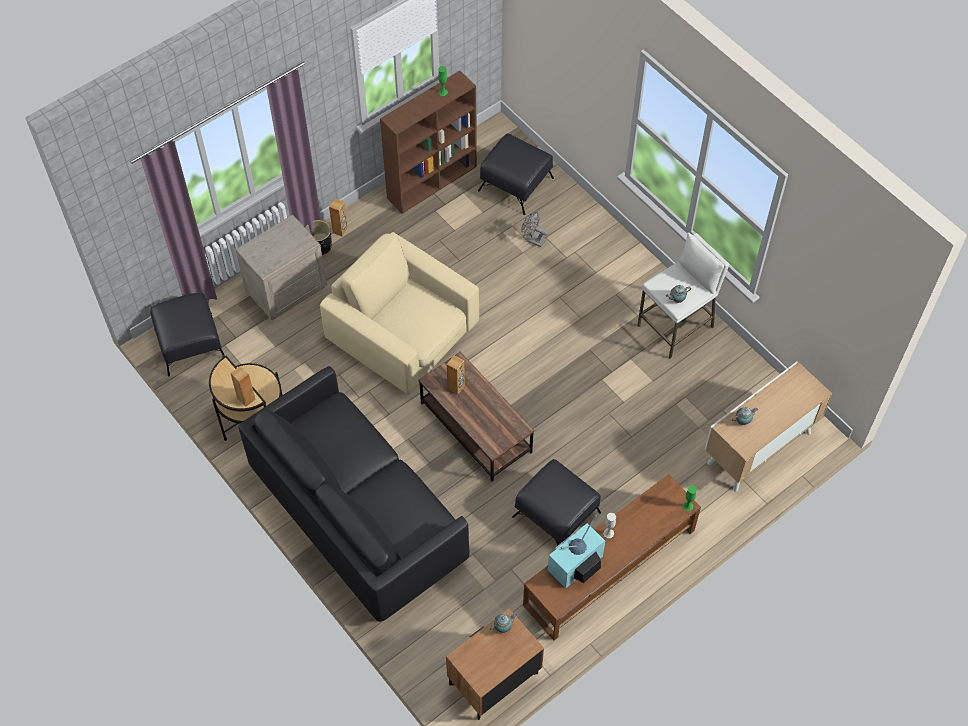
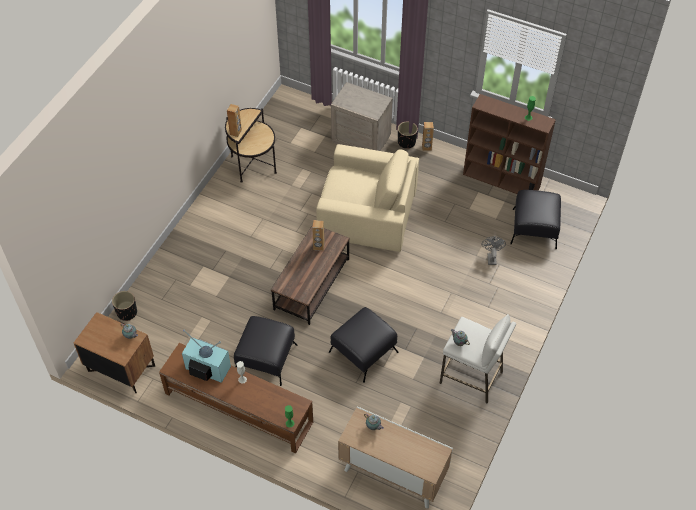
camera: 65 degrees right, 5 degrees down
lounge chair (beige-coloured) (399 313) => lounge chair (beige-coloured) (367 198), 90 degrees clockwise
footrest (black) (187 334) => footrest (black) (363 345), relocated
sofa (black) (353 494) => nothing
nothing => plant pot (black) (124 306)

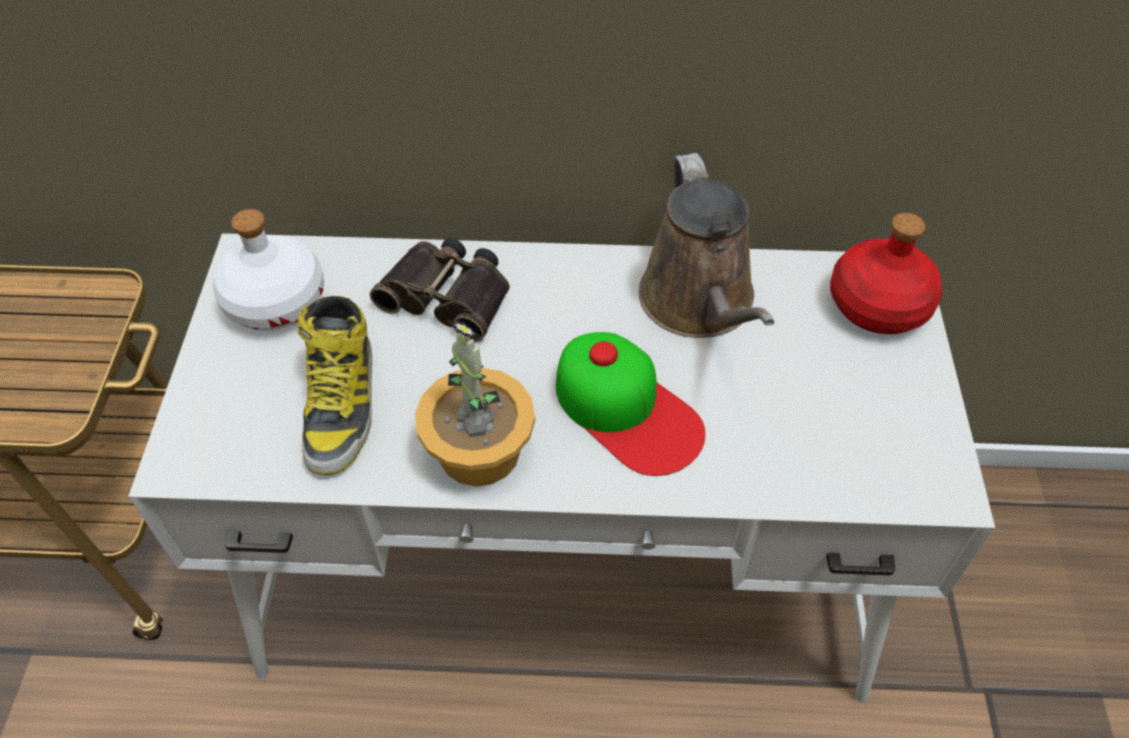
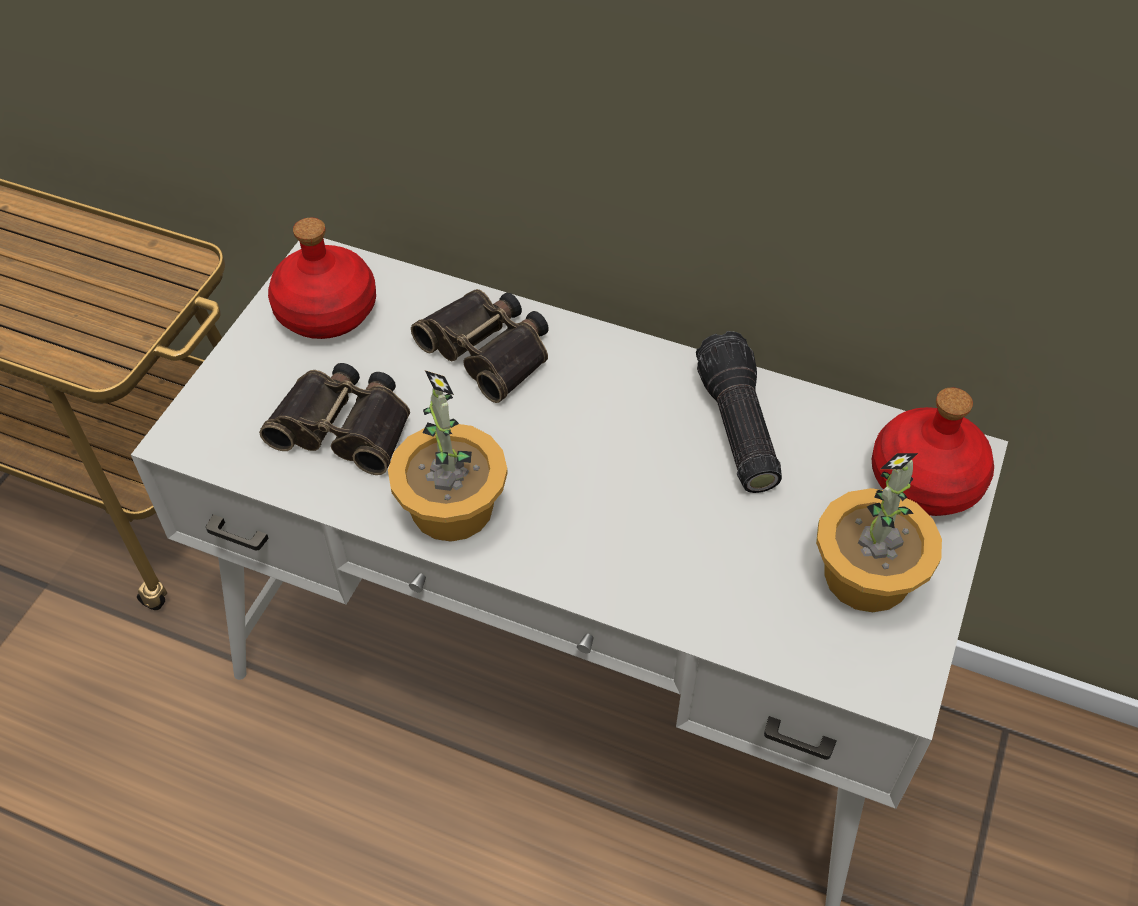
camera: 20 degrees right, 0 degrees up
sprinkling can (brownish) (706 245) => torch (739 412)
drink bottle (whitish) (268 269) => drink bottle (red-coloured) (322 278)
tall boot (335 385) => pair of binoculars (334 419)
cap (630 404) => nothing
nothing => potted plant (879 532)

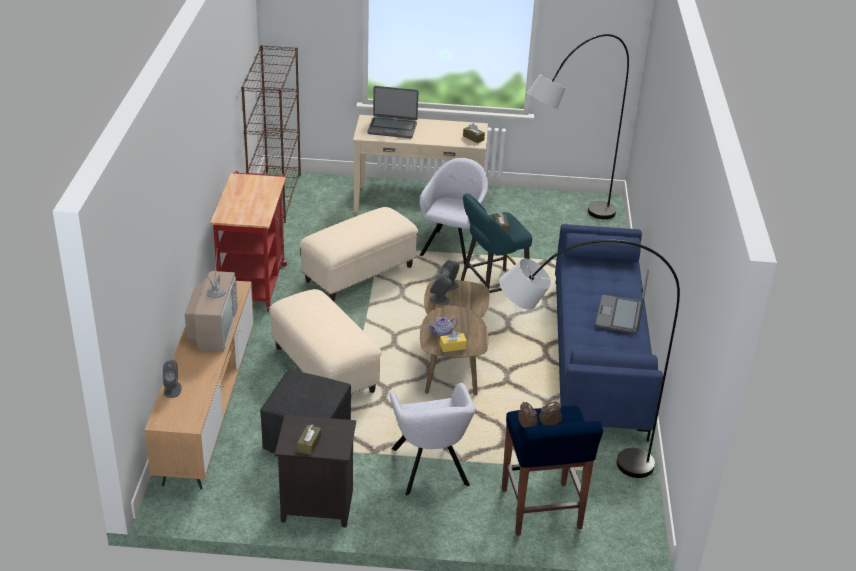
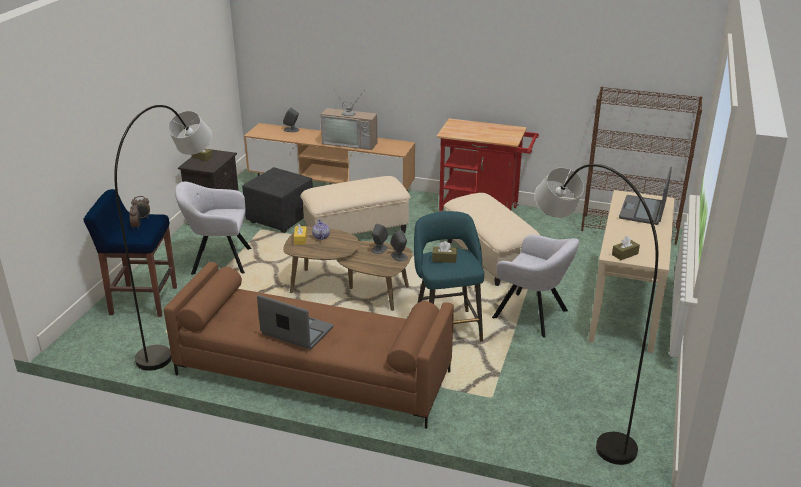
camera: 105 degrees right, 5 degrees down
sofa (bluish) (609 333) => sofa (brownish) (309 345)

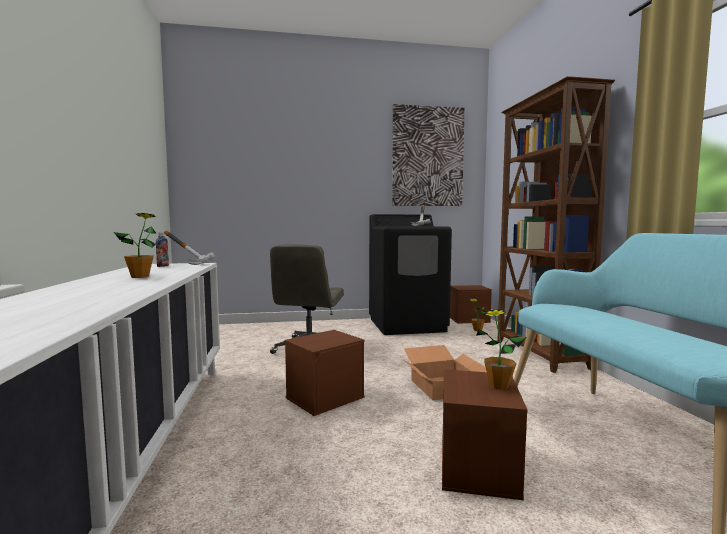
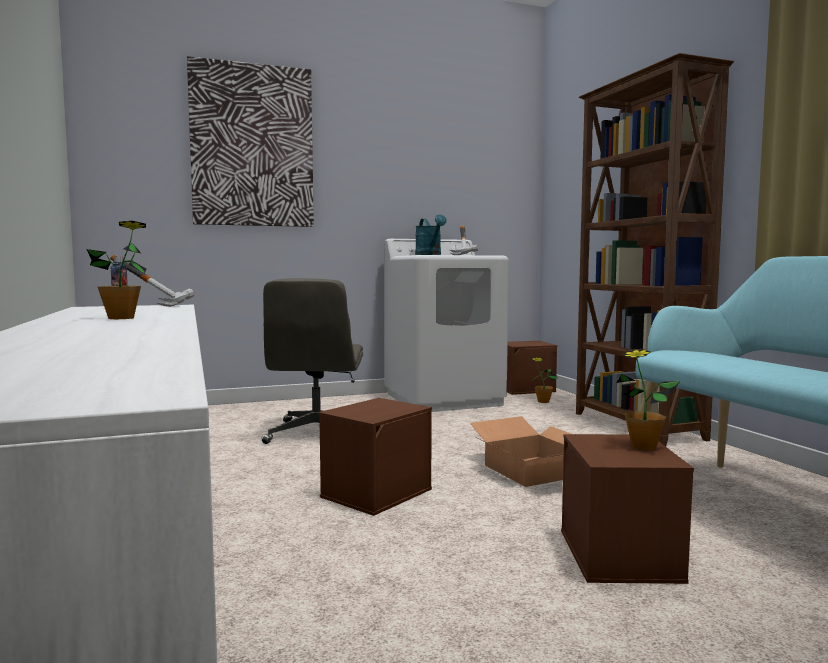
camera: 10 degrees left, 0 degrees up
wall picture (428 155) => wall picture (250 141), relocated
laundry appliance (black) (410 274) => laundry appliance (whitish) (446 325)
nothing => sprinkling can (blue-green) (431 235)

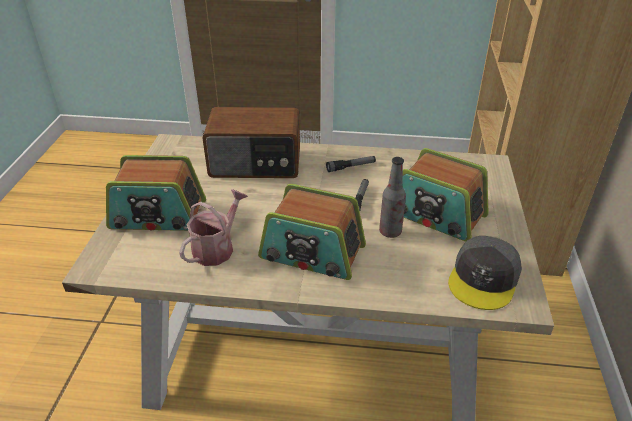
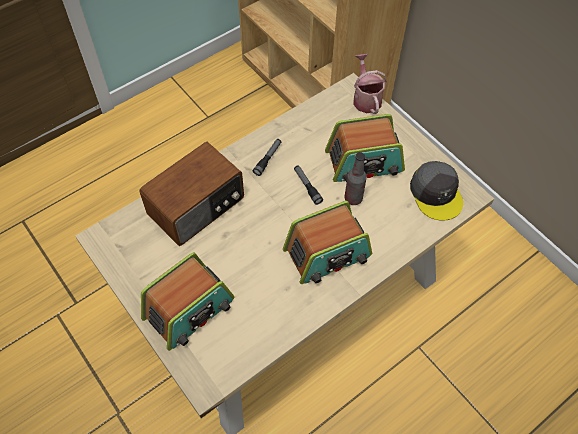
camera: 45 degrees left, 20 degrees up
sprinkling can (213 227) => sprinkling can (370 84), relocated

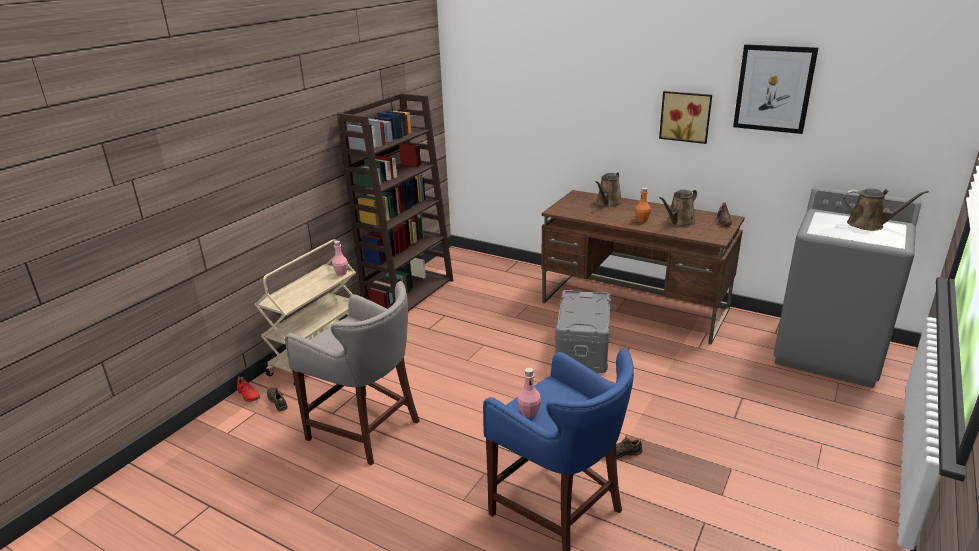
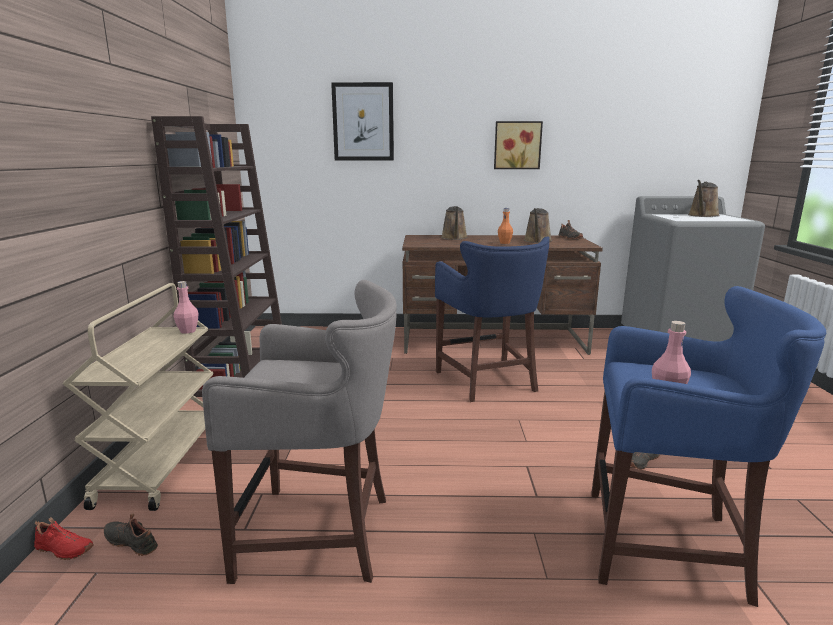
camera: 30 degrees left, 10 degrees down
wall picture (775 89) => wall picture (362 121), relocated
sprinkling can (brownish) (886 210) => sprinkling can (brownish) (704 198), 135 degrees clockwise
storage container (gray) (583 331) => stool seat (bluish) (492 319)

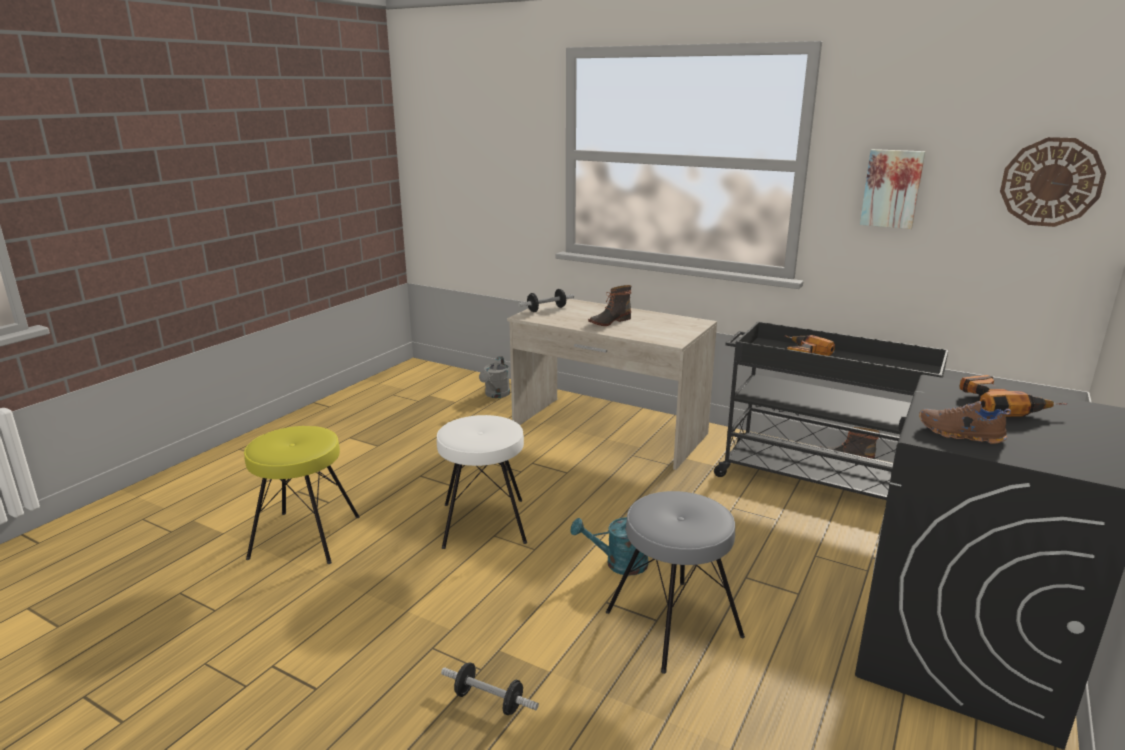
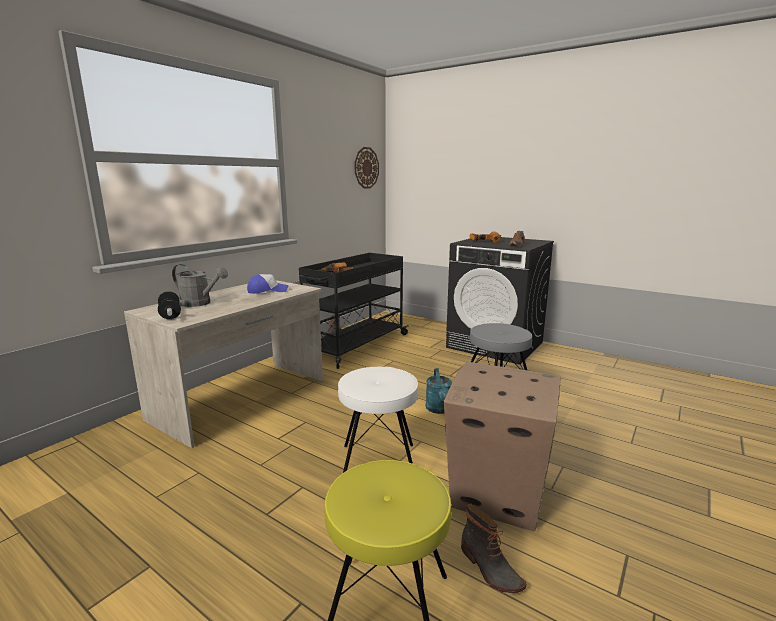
camera: 85 degrees left, 5 degrees down
wall picture (892 189) => nothing
tall boot (610 305) => tall boot (493 548), relocated
sprinkling can (gray) (494 377) => sprinkling can (gray) (200 285), relocated
hand weight (490 688) => nothing
nothing => cap (268 284)
nothing => packing box (502 446)

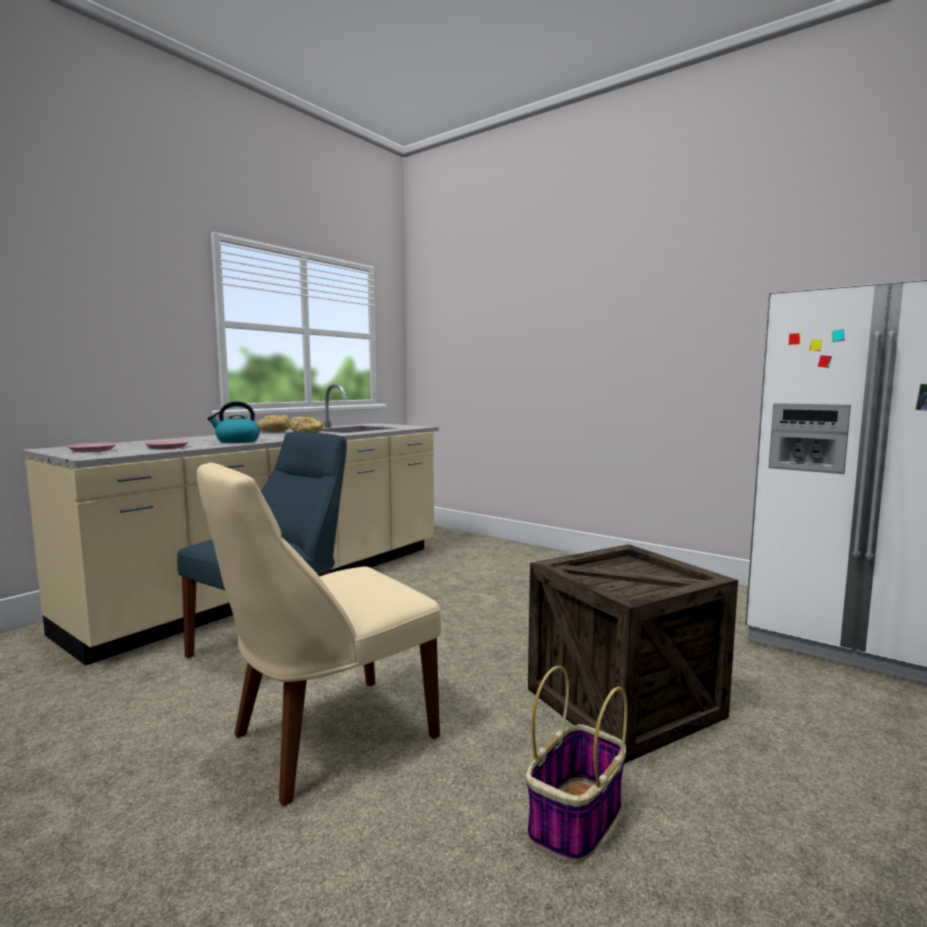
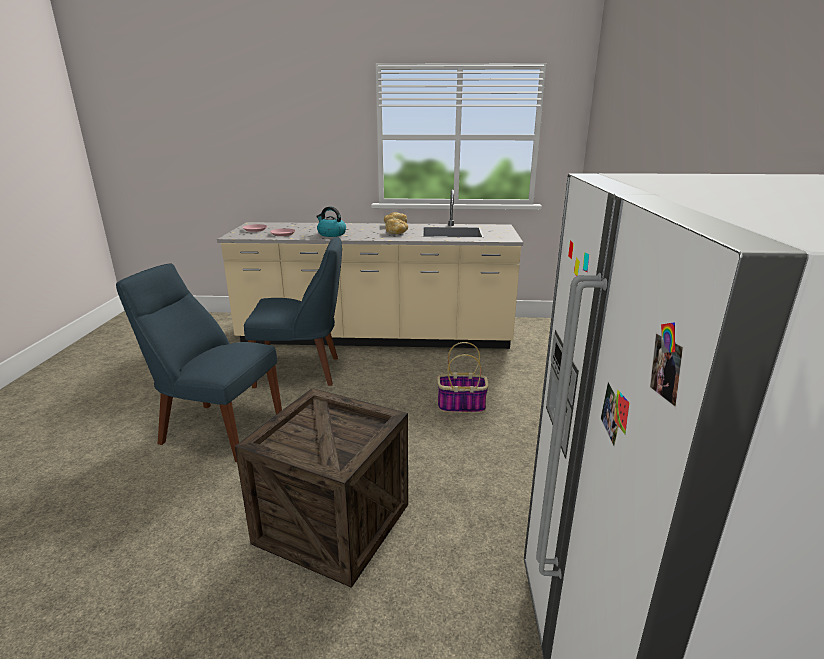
camera: 55 degrees right, 15 degrees up
plain chair (beige-coloured) (319 634) => plain chair (bluish) (199 363)
storage basket (577 764) => storage basket (462 377), relocated

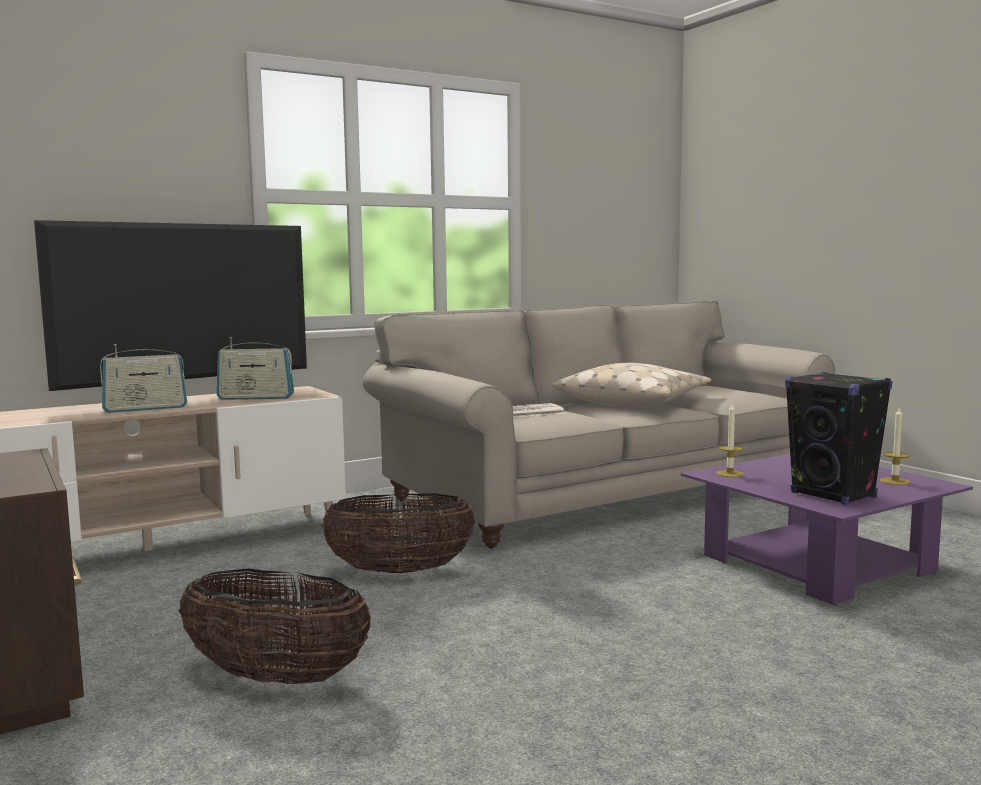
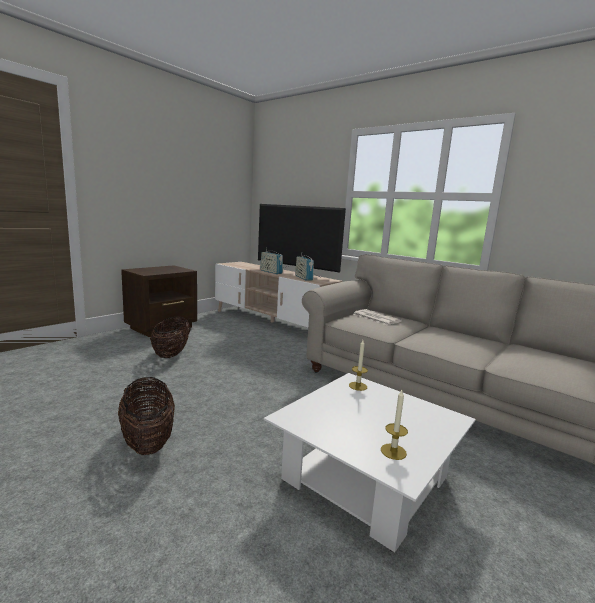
camera: 70 degrees right, 5 degrees up
pillow (beige-coloured) (631 385) => nothing
audio speaker (black) (838 438) => nothing
low table (purplish) (827 529) => low table (whitish) (370 462)
storage basket (398 533) => storage basket (146 416), relocated

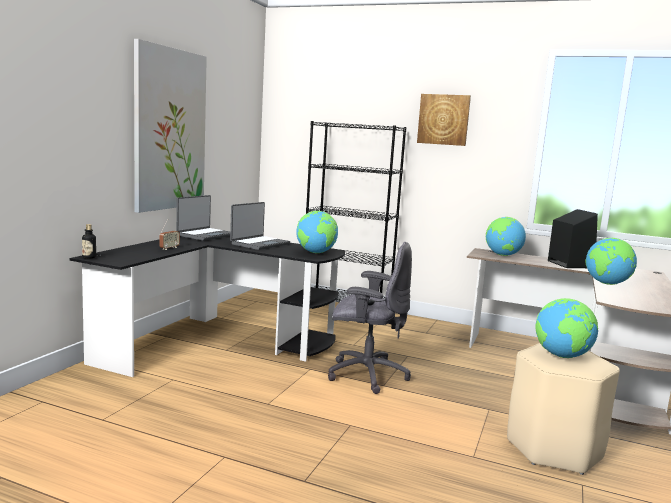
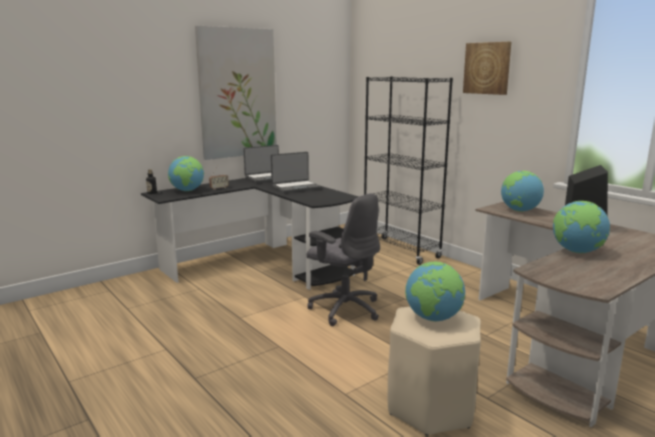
camera: 30 degrees right, 5 degrees up
desk globe (317 232) => desk globe (186 173), relocated

